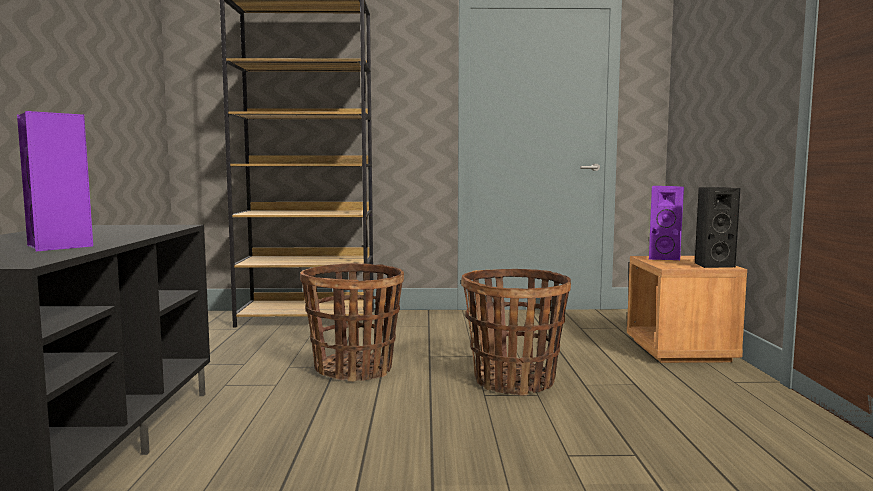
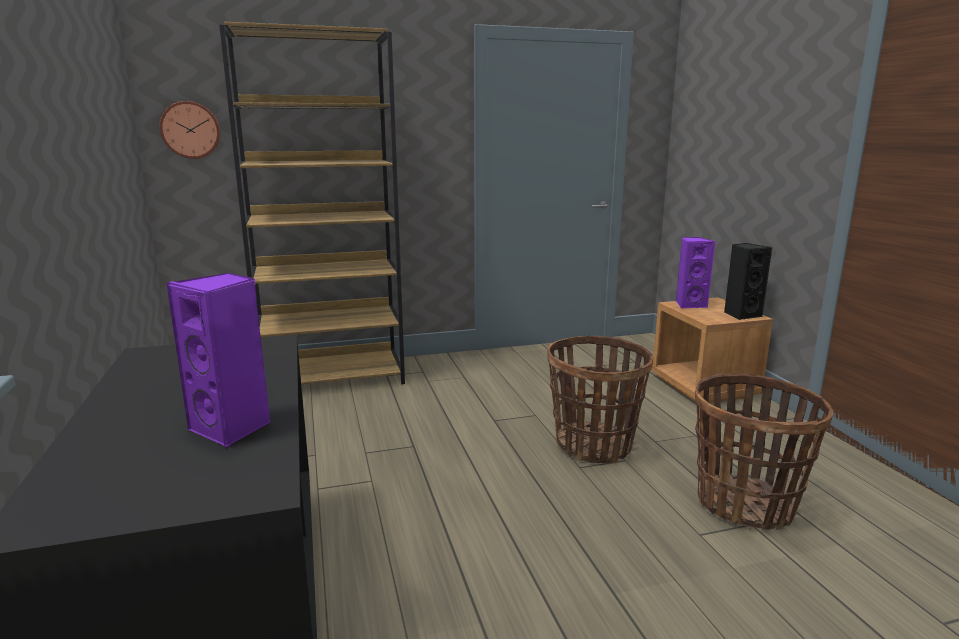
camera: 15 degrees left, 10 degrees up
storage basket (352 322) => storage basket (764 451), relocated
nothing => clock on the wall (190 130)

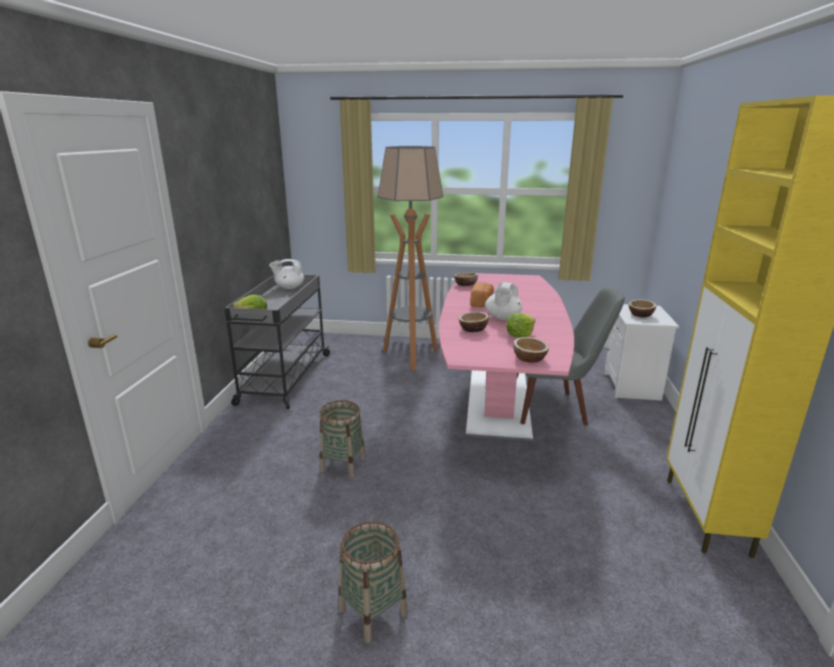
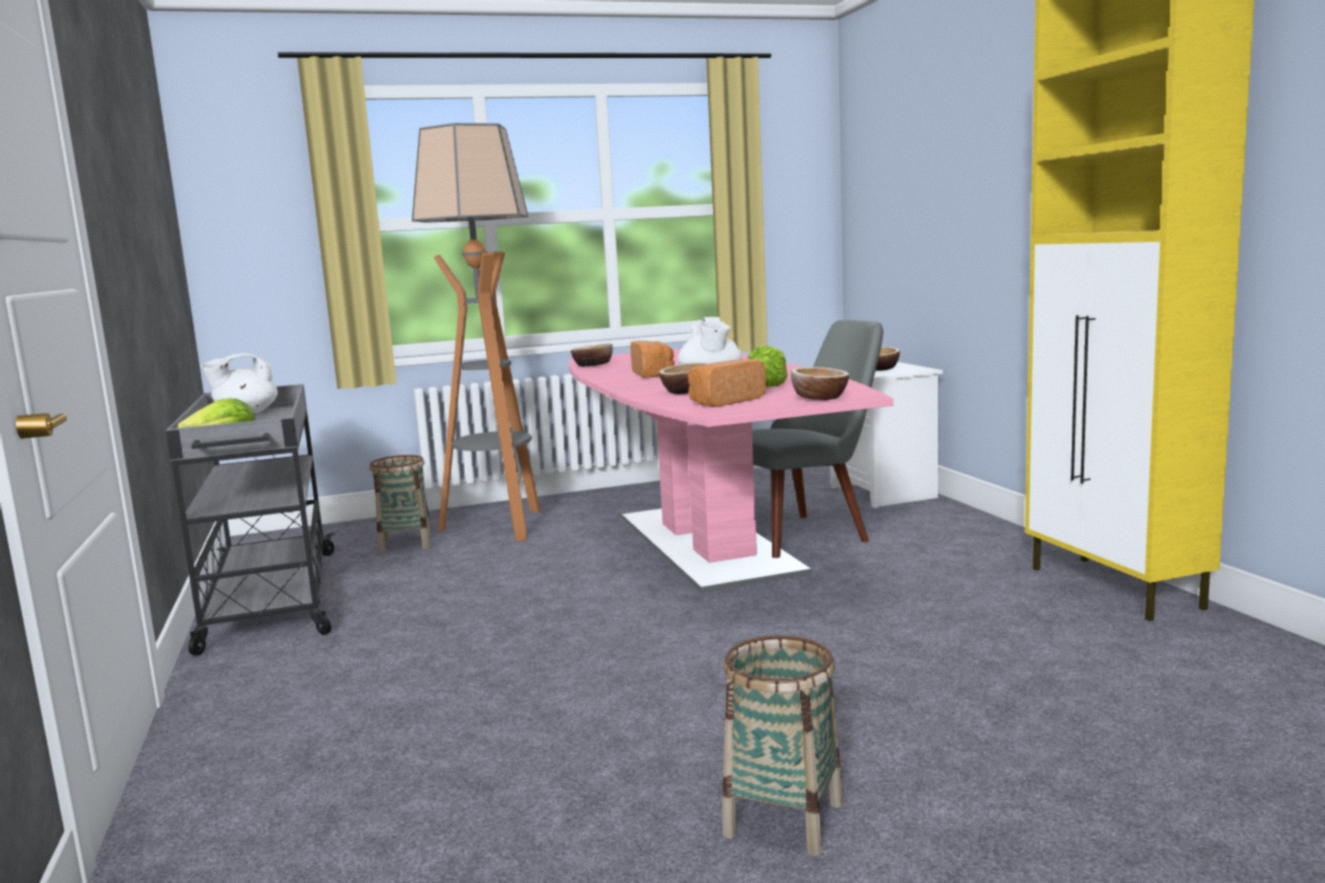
camera: 25 degrees left, 10 degrees down
storage basket (342 439) => storage basket (400 504), relocated
nothing => bakery bread (727 383)

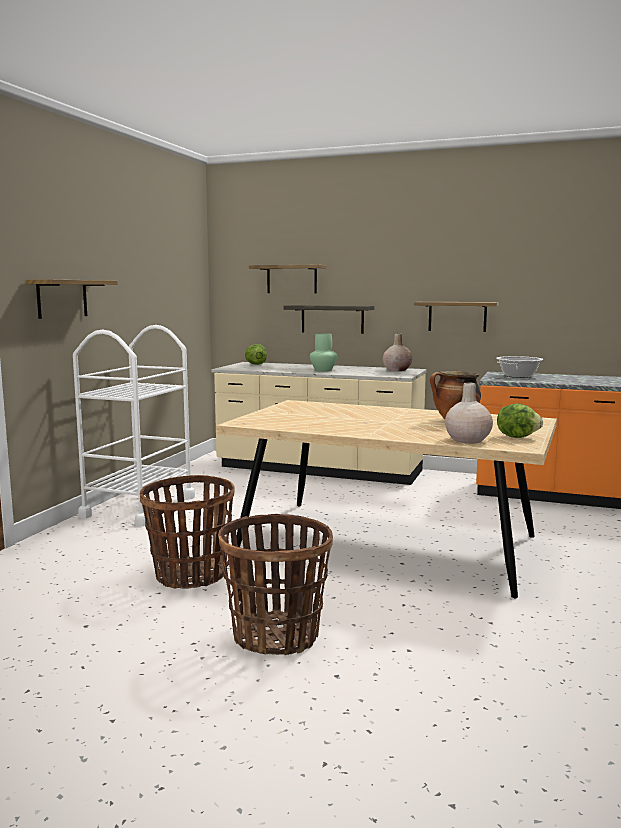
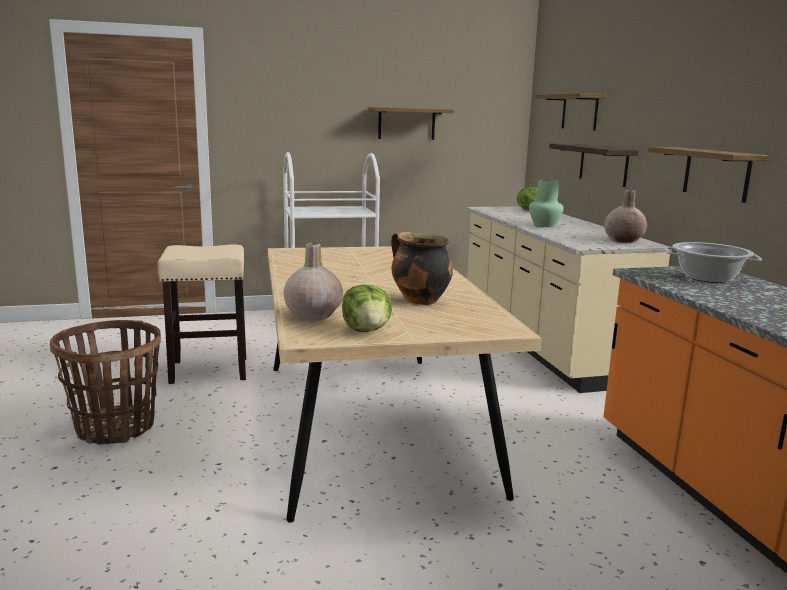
camera: 55 degrees right, 5 degrees up
wall shelf (71 299) => wall shelf (411 123), relocated
storage basket (187 532) => stool seat (beige-coloured) (202 314)

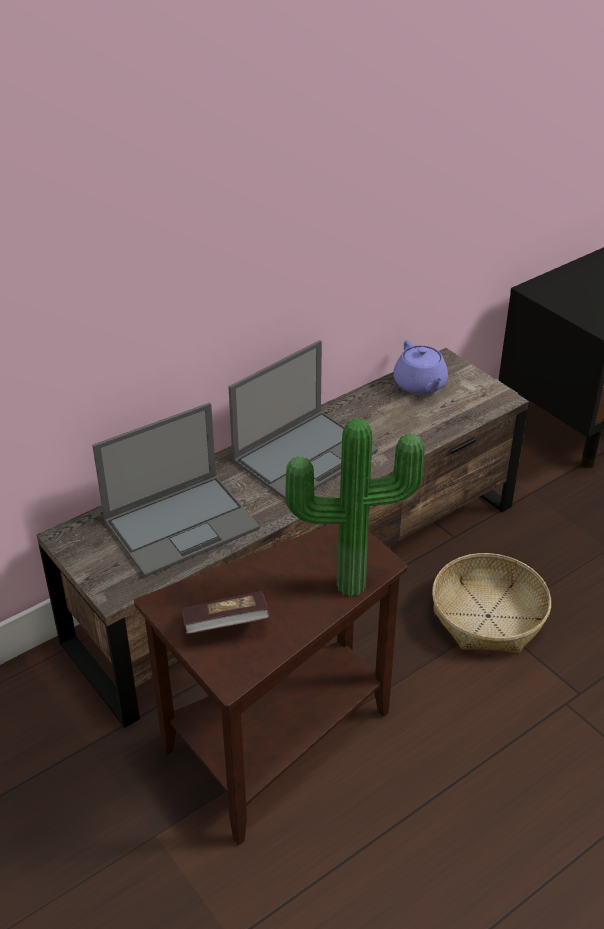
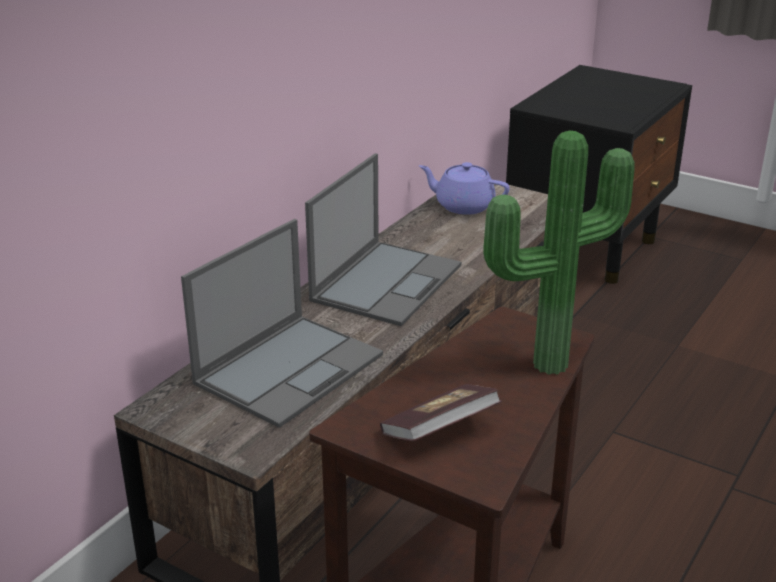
camera: 20 degrees left, 10 degrees down
teapot (purplish) (420 367) => teapot (purplish) (464 188), 150 degrees clockwise
storage basket (491 603) => nothing

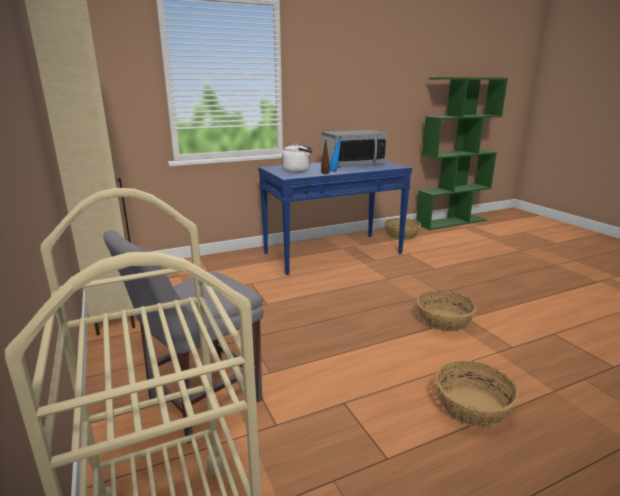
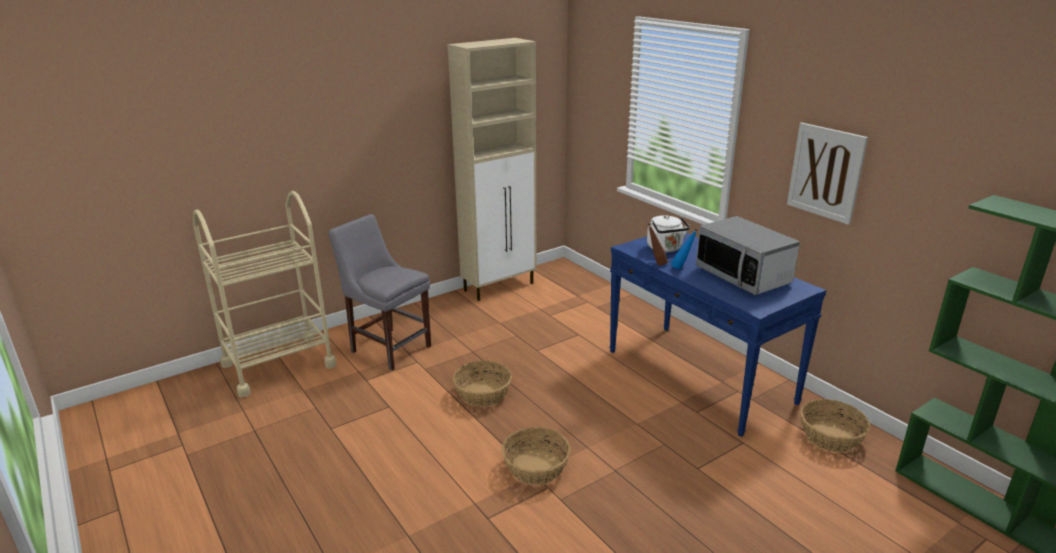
camera: 80 degrees right, 5 degrees up
storage basket (477 394) => storage basket (482 384), relocated
nothing => wall picture (827 174)

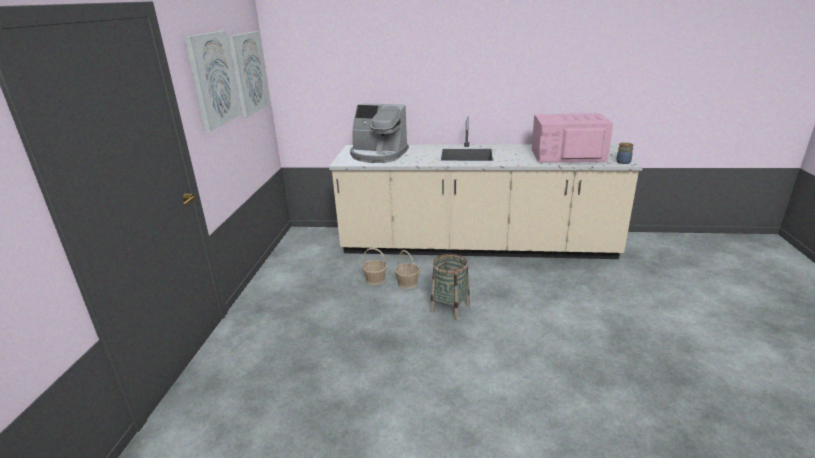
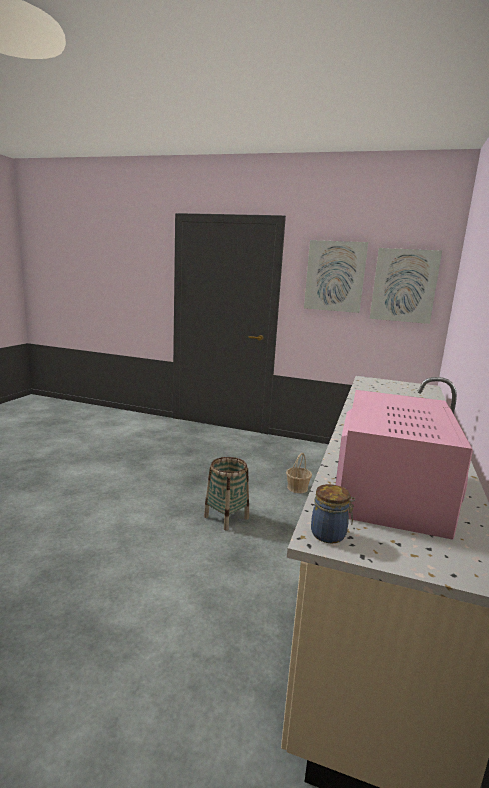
camera: 100 degrees right, 10 degrees down
coffee maker (379 133) => nothing
storage basket (407 269) => nothing

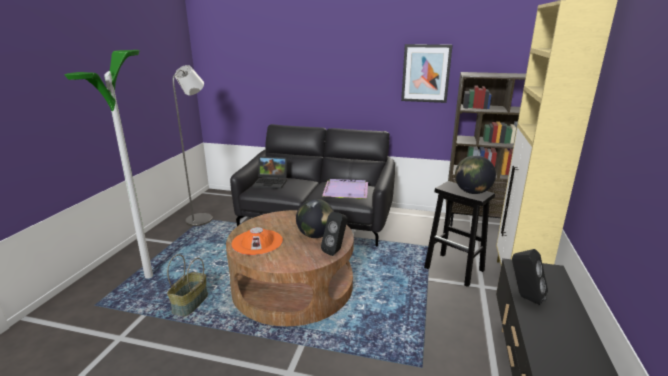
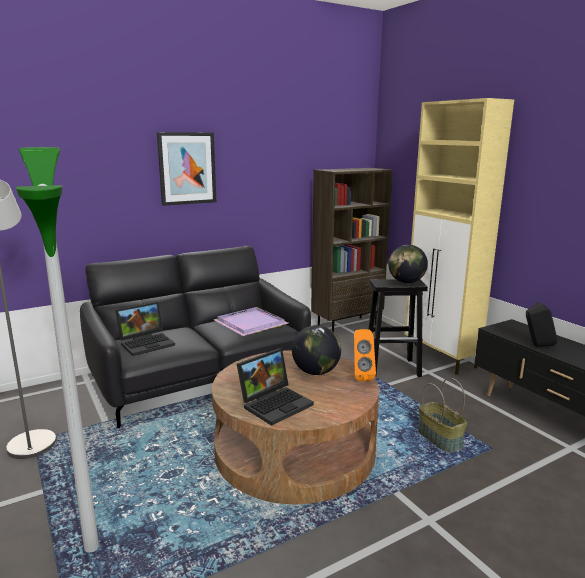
camera: 45 degrees left, 5 degrees down
wall picture (426 73) => wall picture (186 169), relocated
audio speaker (black) (334 234) => audio speaker (orange-coloured) (365 355)
hat (orange-coloured) (257 241) => notebook computer (275 387)
storage basket (187 285) => storage basket (442 415), relocated

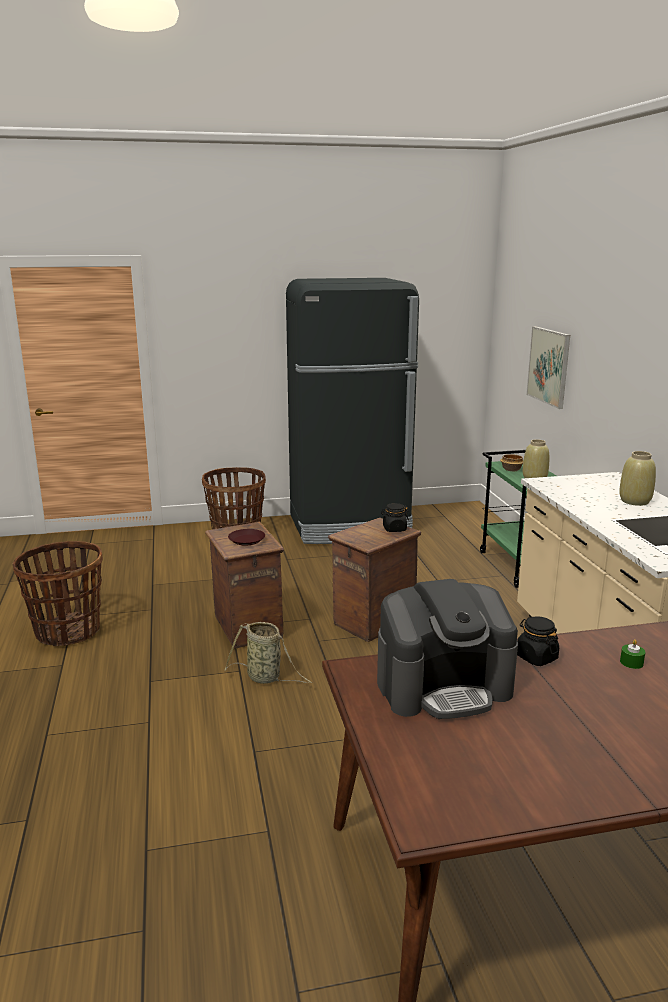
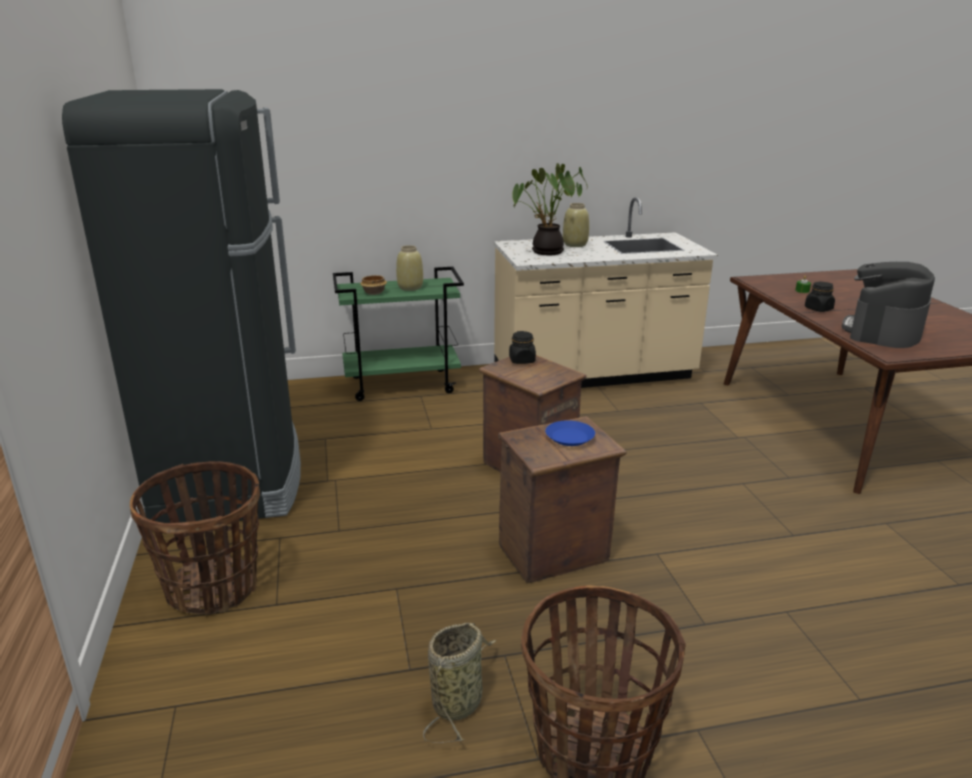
camera: 90 degrees left, 5 degrees up
wall picture (548 367) => nothing
dinner plate (brownish) (246 537) => dinner plate (bluish) (570 433)
coffee maker (447 649) => coffee maker (888 305), 135 degrees counterclockwise
storage basket (268 653) => storage basket (459 683), relocated
nothing => potted plant (549 209)

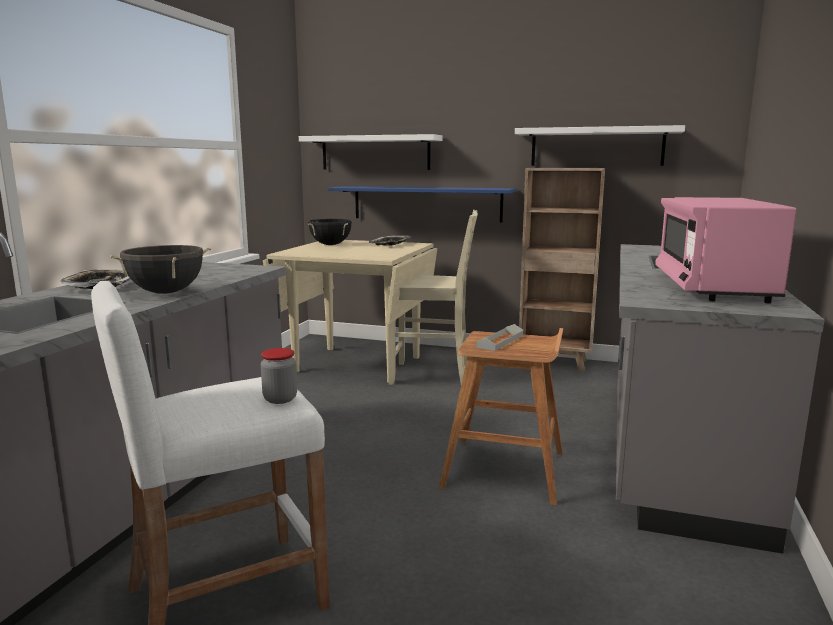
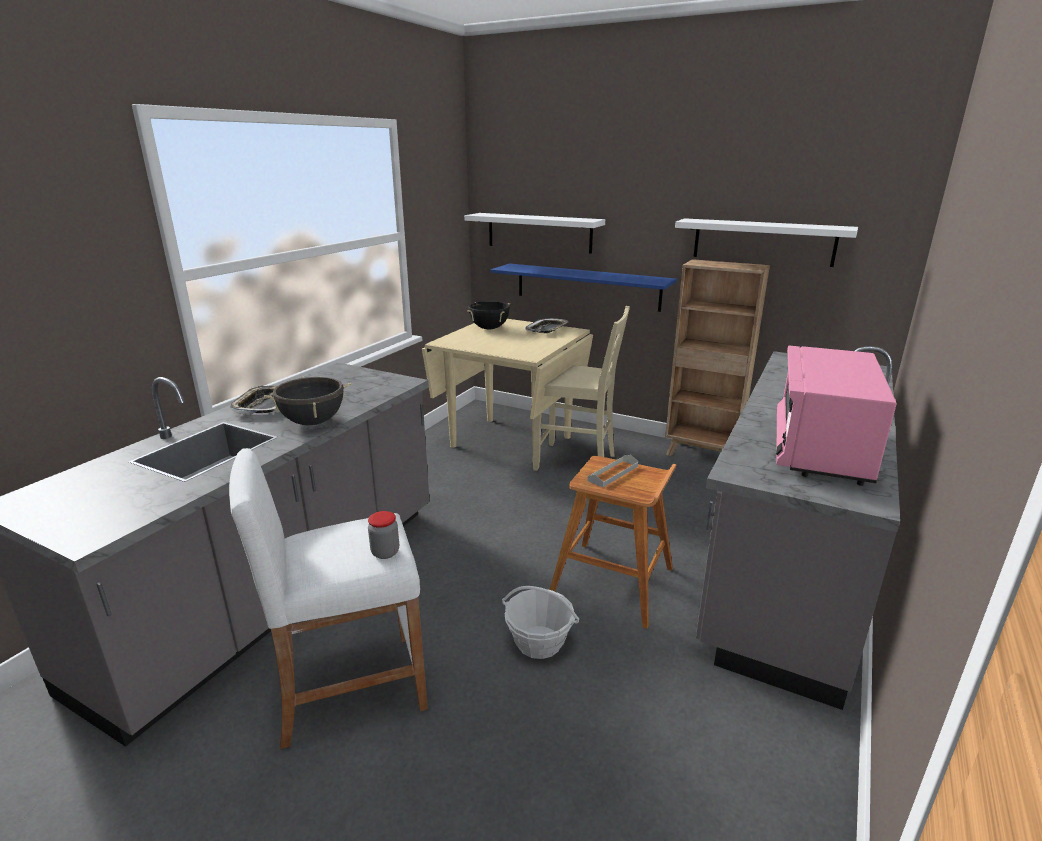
camera: 10 degrees right, 10 degrees up
nothing => storage basket (540 622)

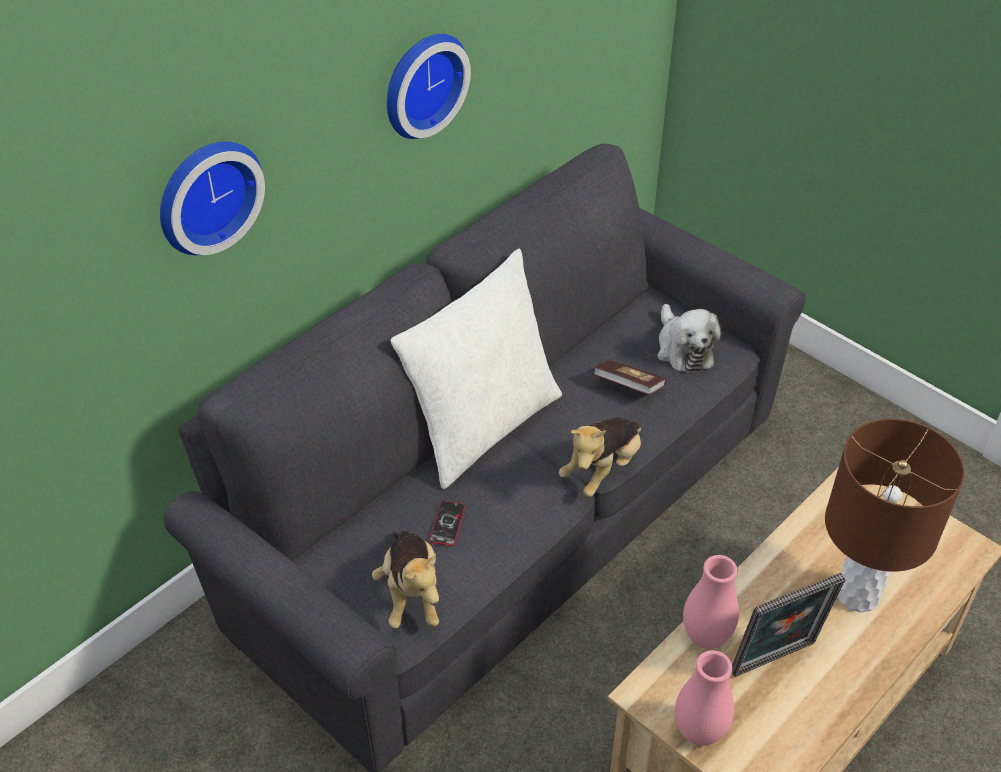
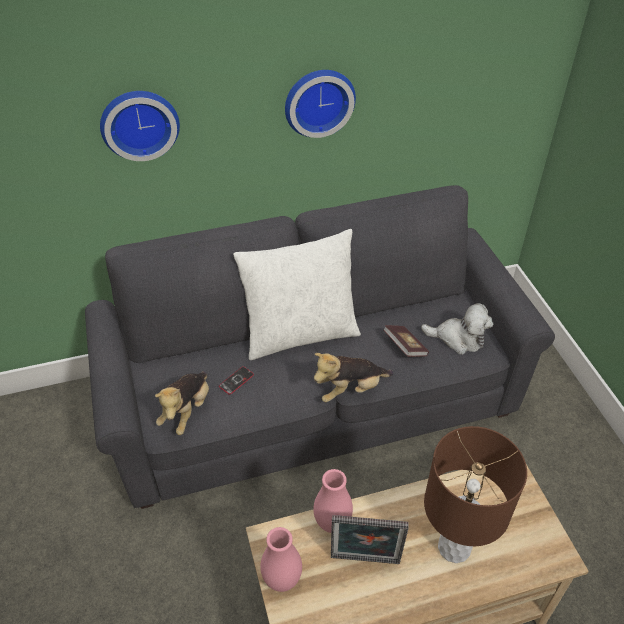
camera: 30 degrees right, 0 degrees up
cuddly toy (689 339) => cuddly toy (457 329), 90 degrees counterclockwise

